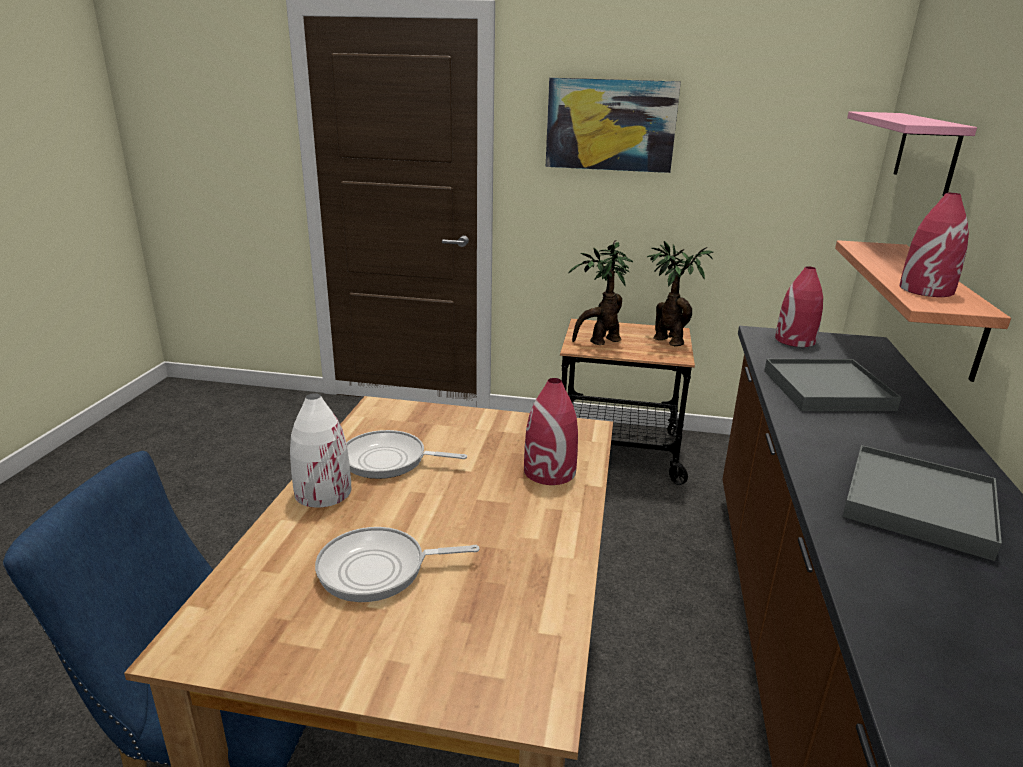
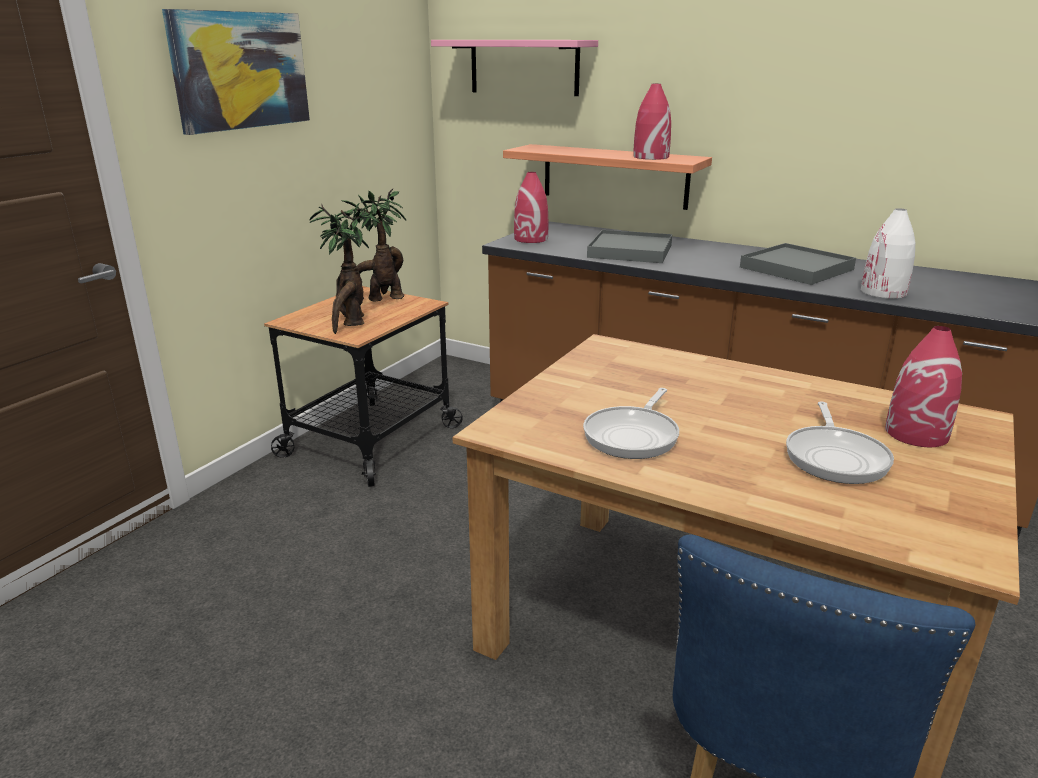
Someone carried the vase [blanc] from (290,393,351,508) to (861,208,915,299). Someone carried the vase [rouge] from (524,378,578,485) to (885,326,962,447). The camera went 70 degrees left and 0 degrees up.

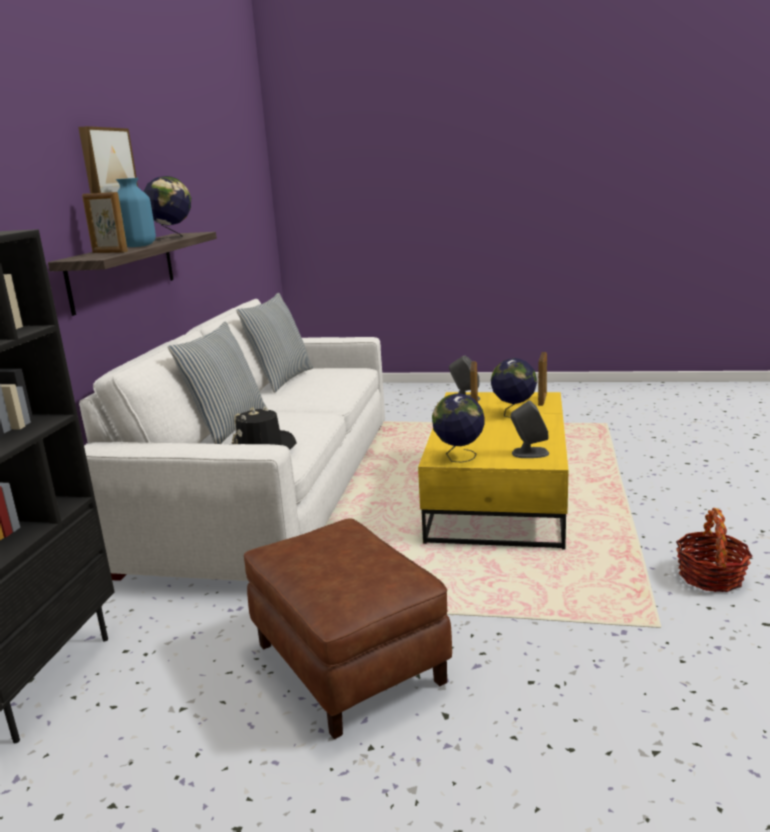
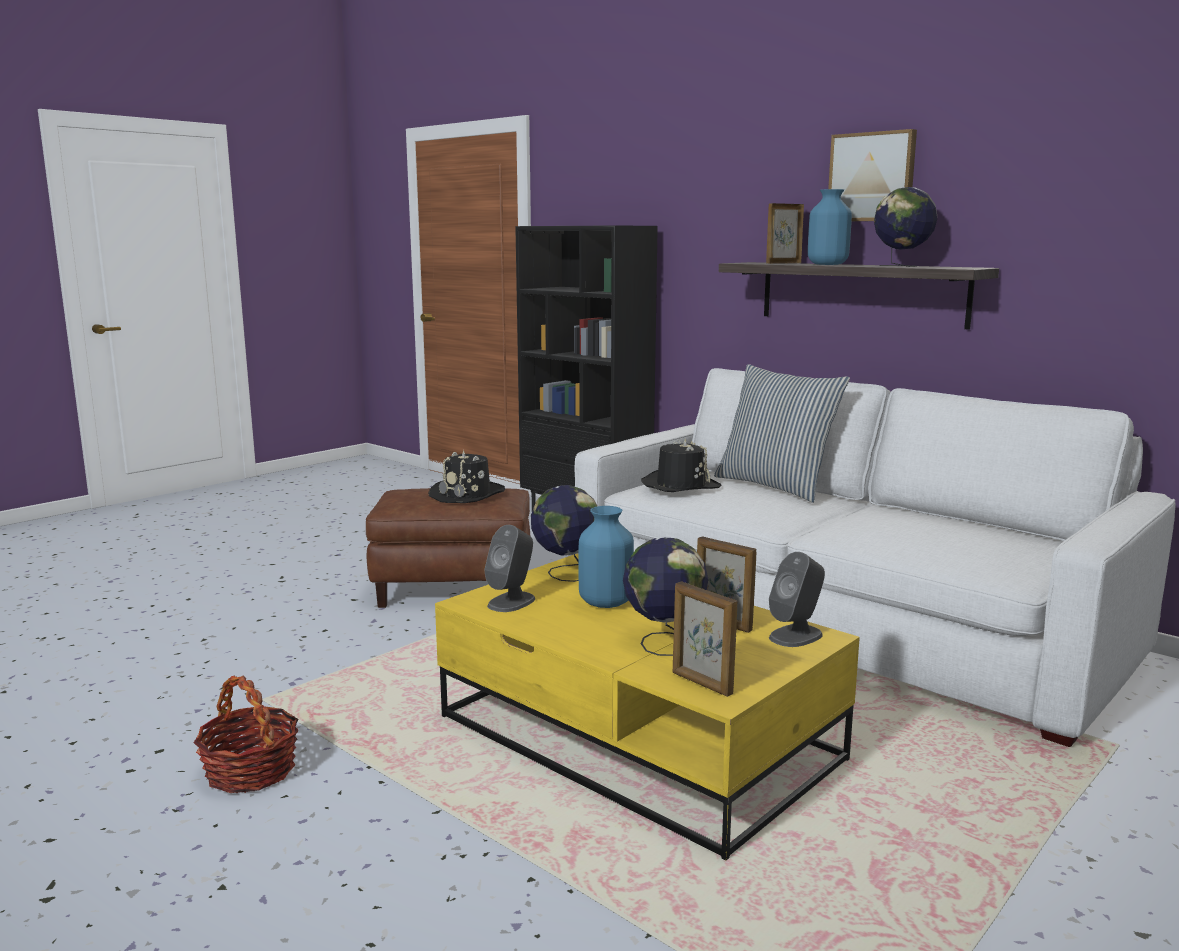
Someone put down the chapeau [noir] at (428,450,505,503). Someone put down the vase [bleu] at (579,506,634,608). Someone took away the coussin at (236,293,313,393). The camera went 120 degrees right and 5 degrees down.

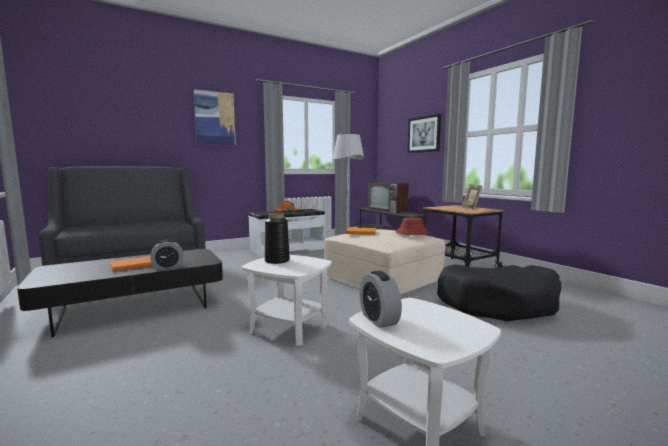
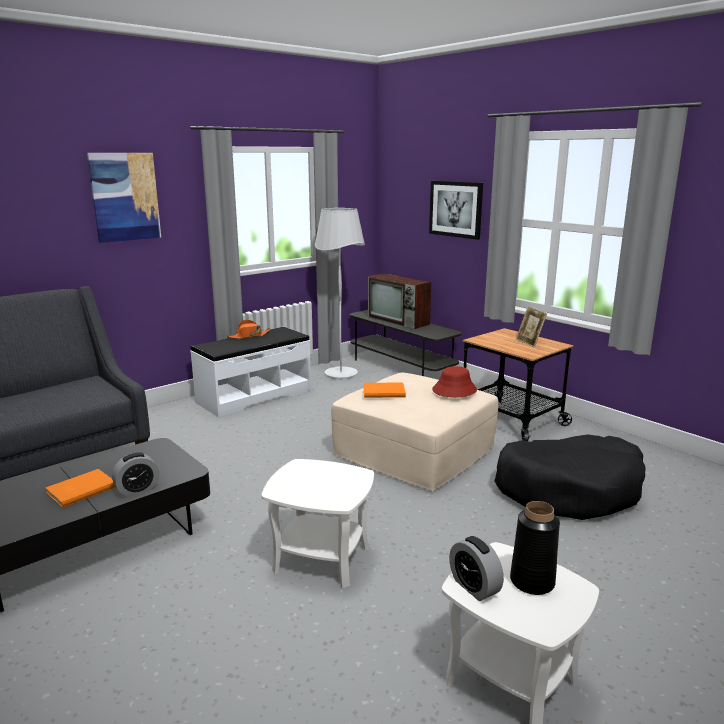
Someone carried the vase [noir] from (265,213,290,264) to (510,501,560,595). The camera went 10 degrees left and 10 degrees up.

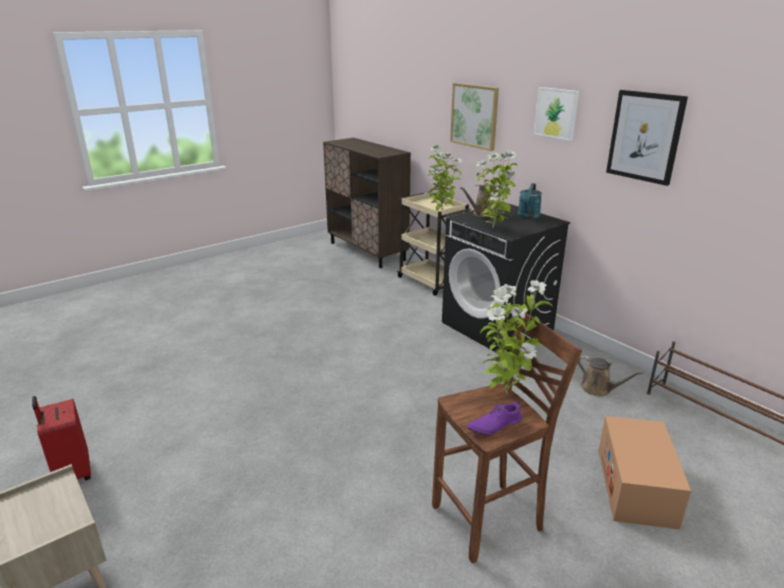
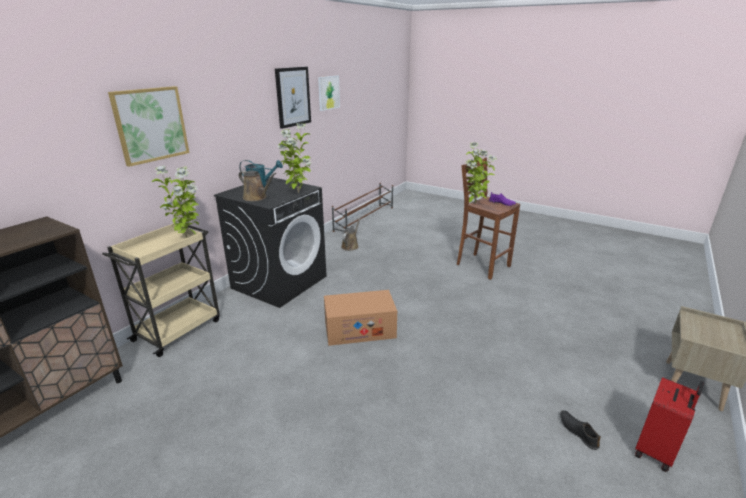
Someone carried the tableau from (534,87,579,141) to (318,75,340,111). Someone carried the carton from (598,416,691,530) to (324,290,397,346). Someone put down the chaussure [noir] at (560,410,601,450). The camera went 110 degrees left and 0 degrees up.

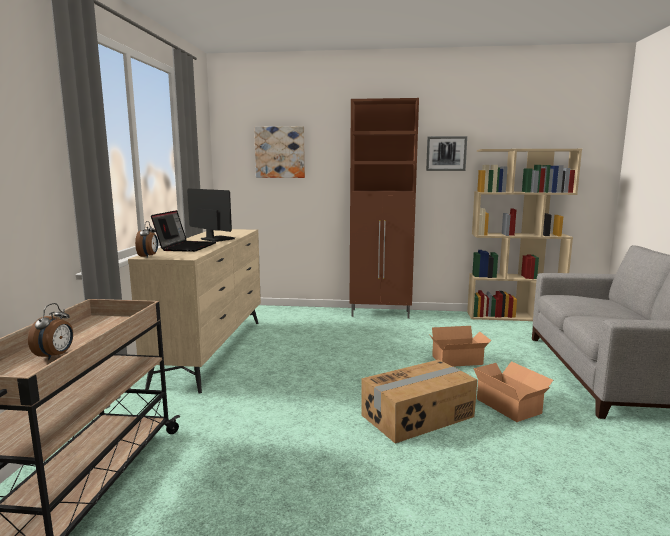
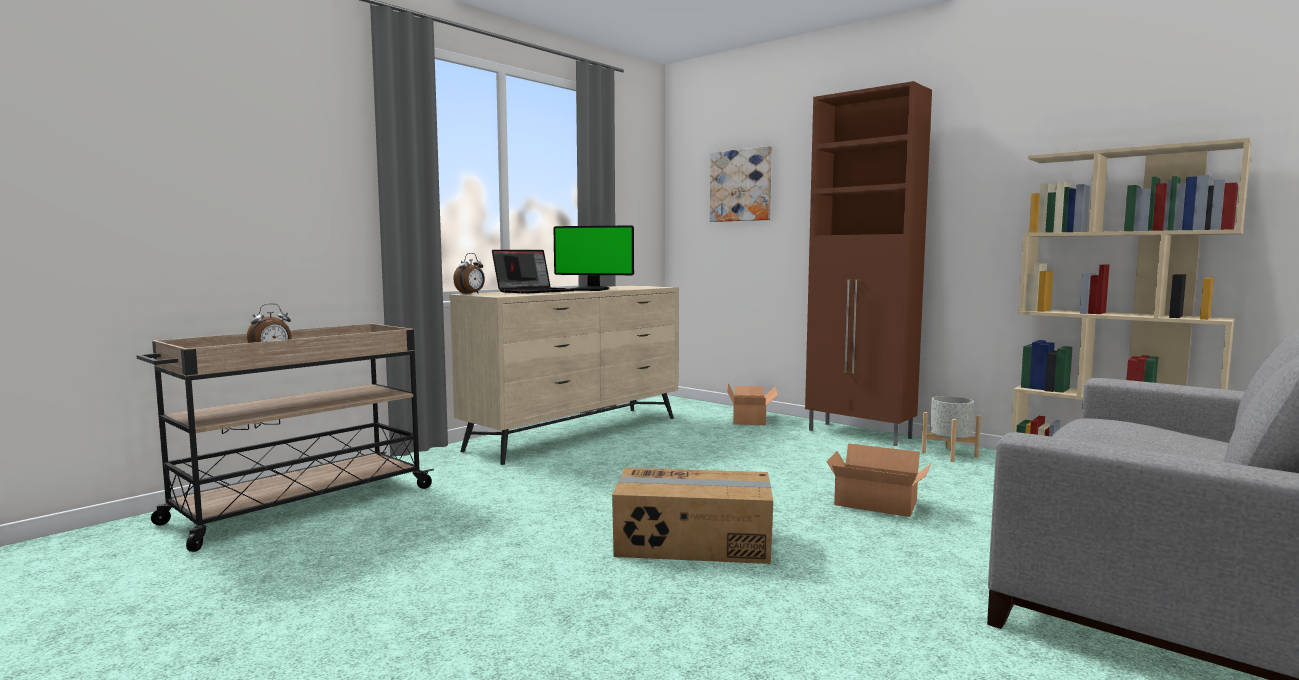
Someone rotated the écran d'ordinateur at (187,189,235,242) by 120 degrees clockwise. Someone carried the carton from (473,361,553,422) to (727,383,778,425). Someone put down the cache-pot [gris] at (921,396,981,462). Someone took away the tableau at (426,136,467,171). The camera went 35 degrees right and 5 degrees down.

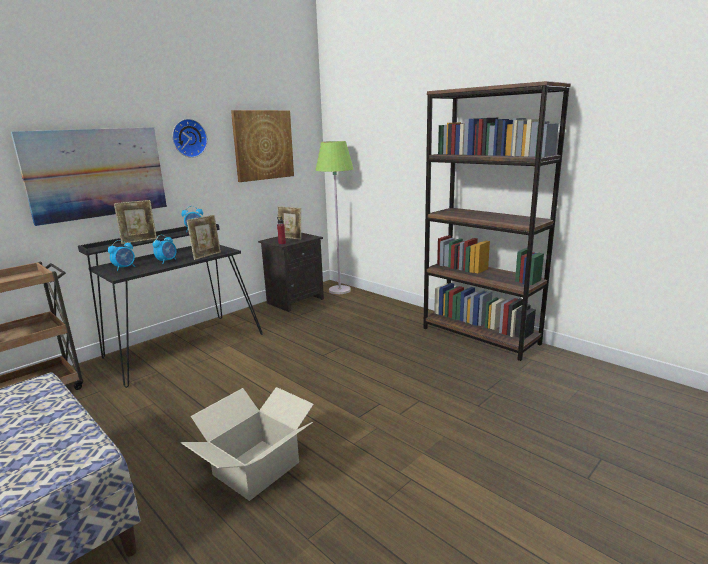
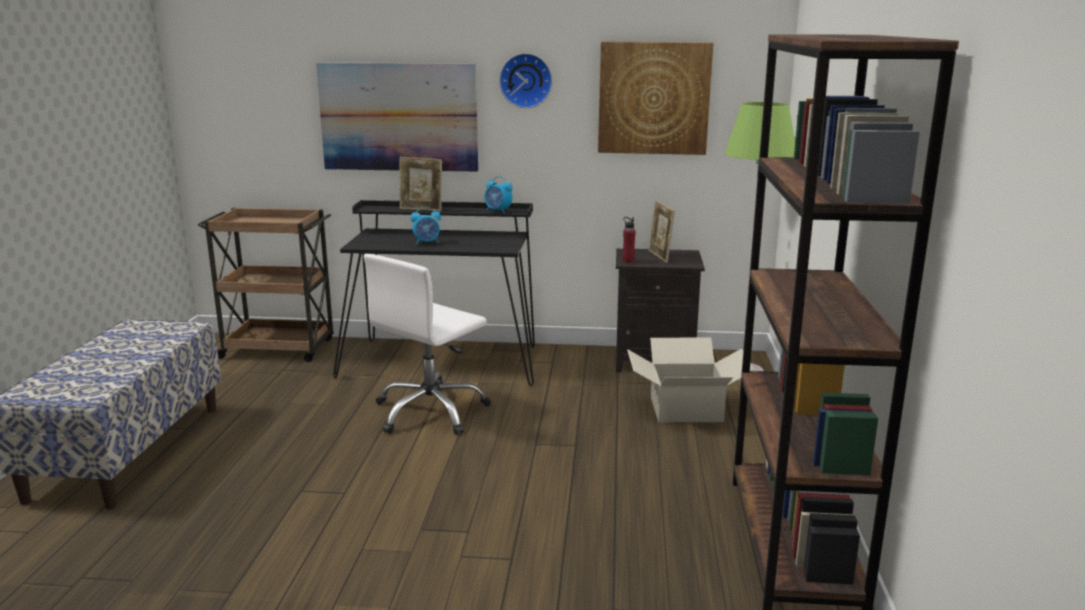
Someone put down the chaise de bureau [blanc] at (364,254,491,435). Someone carried the carton from (181,387,314,501) to (627,337,755,422). Someone took away the réveil at (108,240,135,271). Someone took away the cadre photo at (187,215,221,260). The camera went 50 degrees right and 0 degrees up.

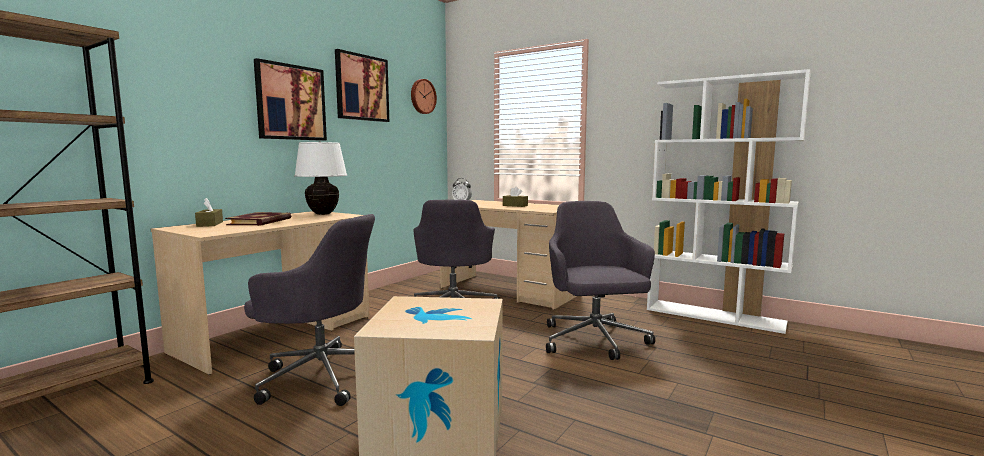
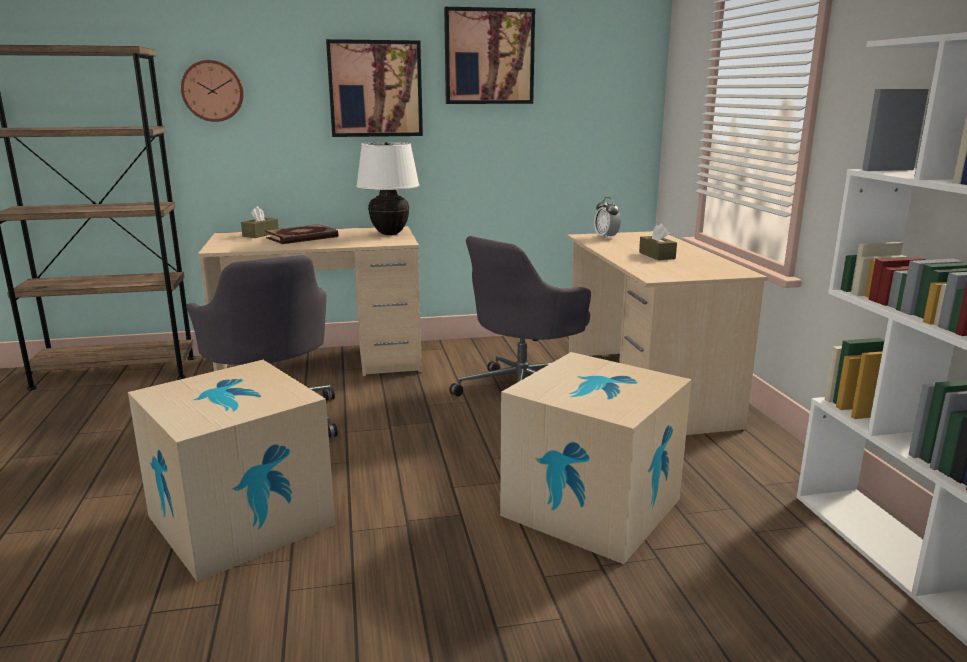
Someone carried the horloge murale from (411,79,437,114) to (181,60,244,122). Someone swapped the chaise de bureau [gris] at (546,201,655,360) for the carton at (500,352,691,564). The camera went 45 degrees right and 10 degrees up.

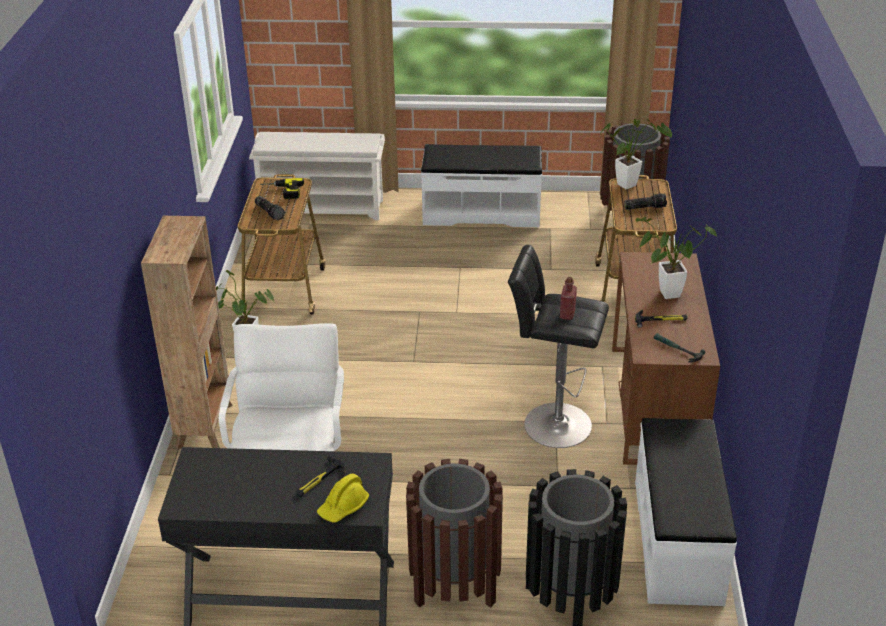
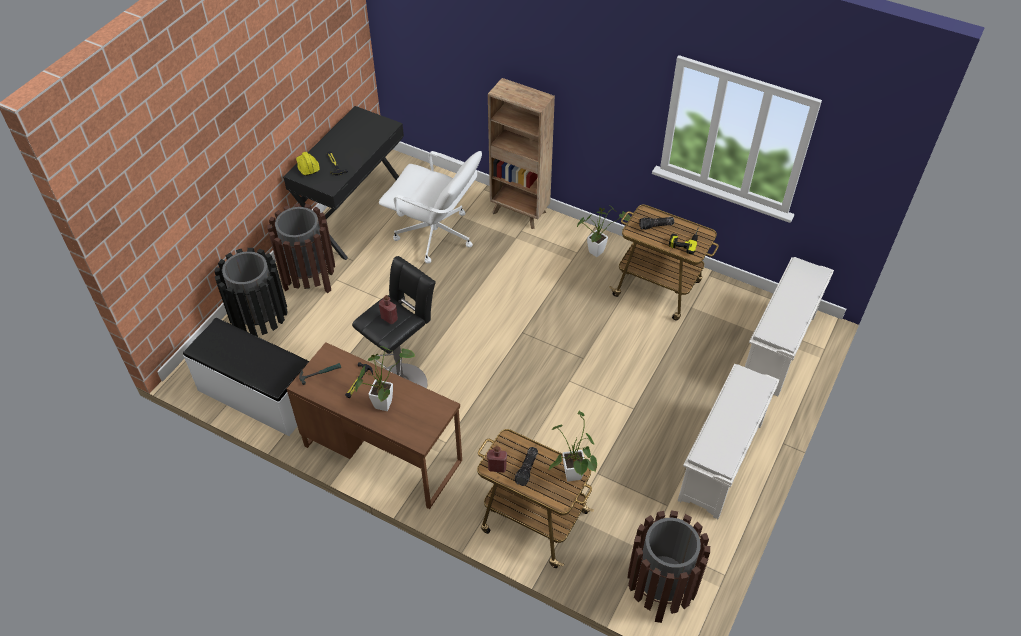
Someone put down the bouteille [rouge] at (487,446,507,473). Someone swapped the banc [blanc] at (421,144,542,228) for the étagère à chaussures [blanc] at (678,364,780,519). The camera went 115 degrees right and 15 degrees up.

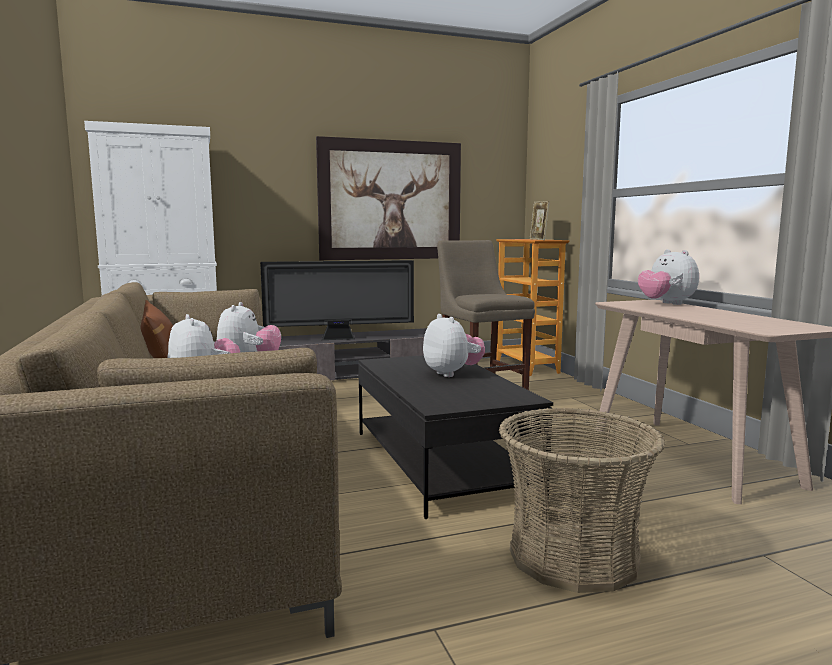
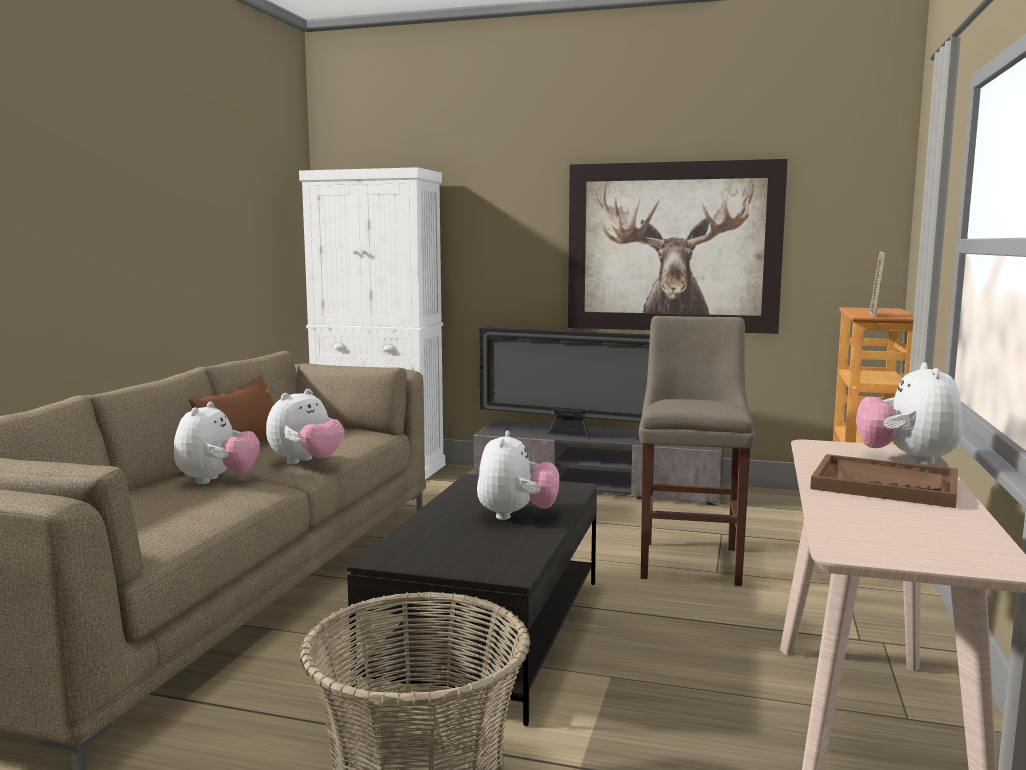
Someone put down the plateau [marron] at (810,454,958,508). The camera went 35 degrees right and 0 degrees up.

